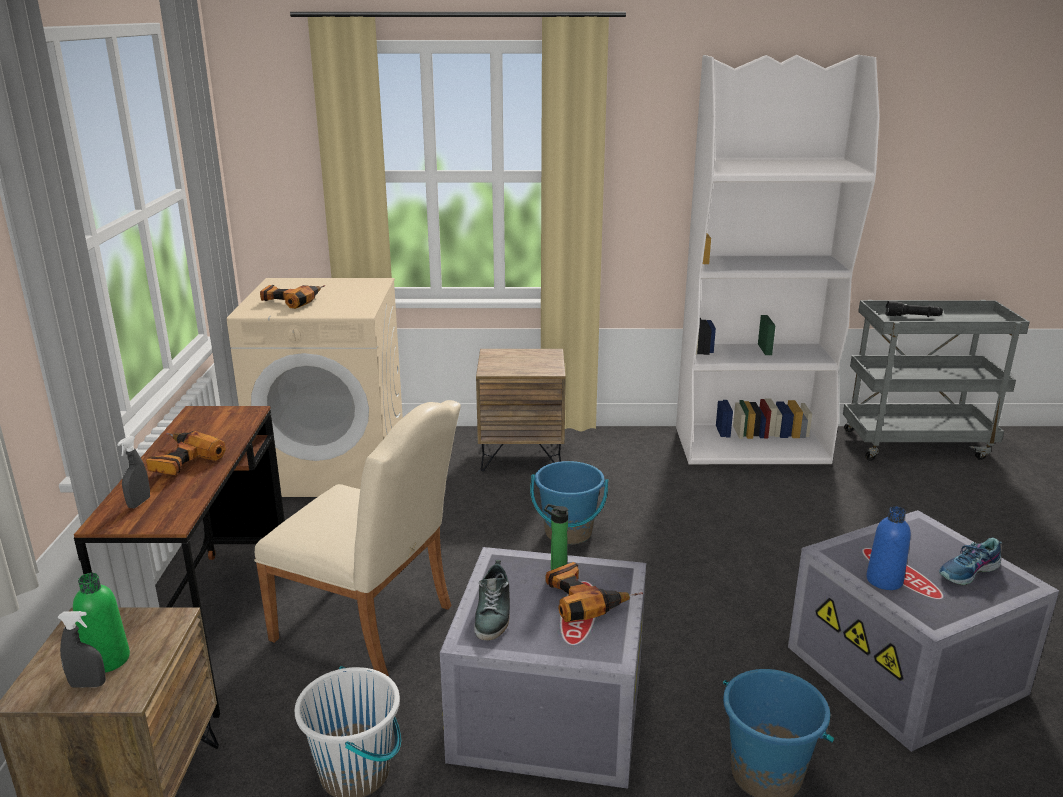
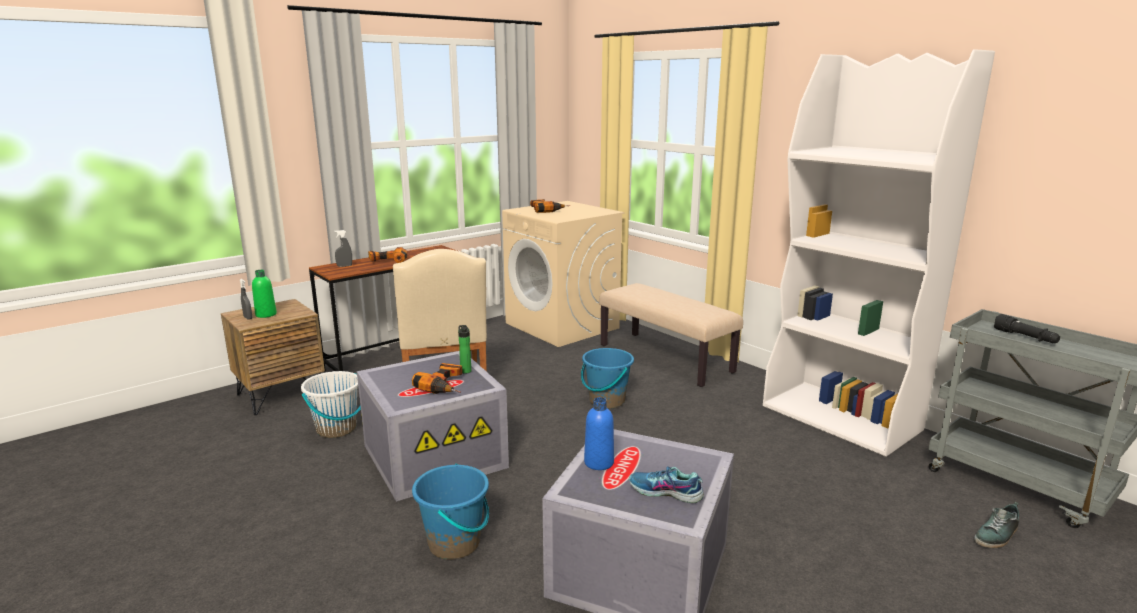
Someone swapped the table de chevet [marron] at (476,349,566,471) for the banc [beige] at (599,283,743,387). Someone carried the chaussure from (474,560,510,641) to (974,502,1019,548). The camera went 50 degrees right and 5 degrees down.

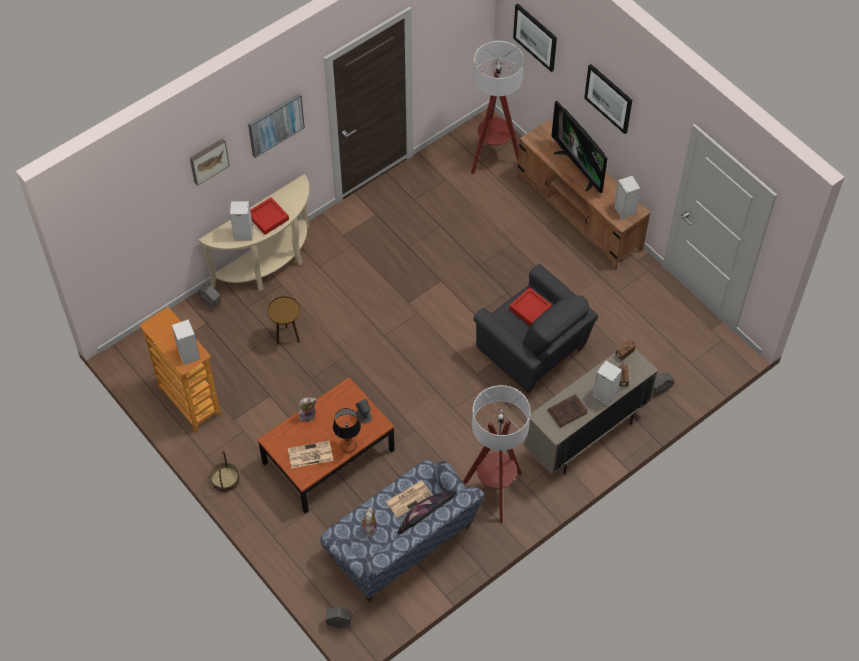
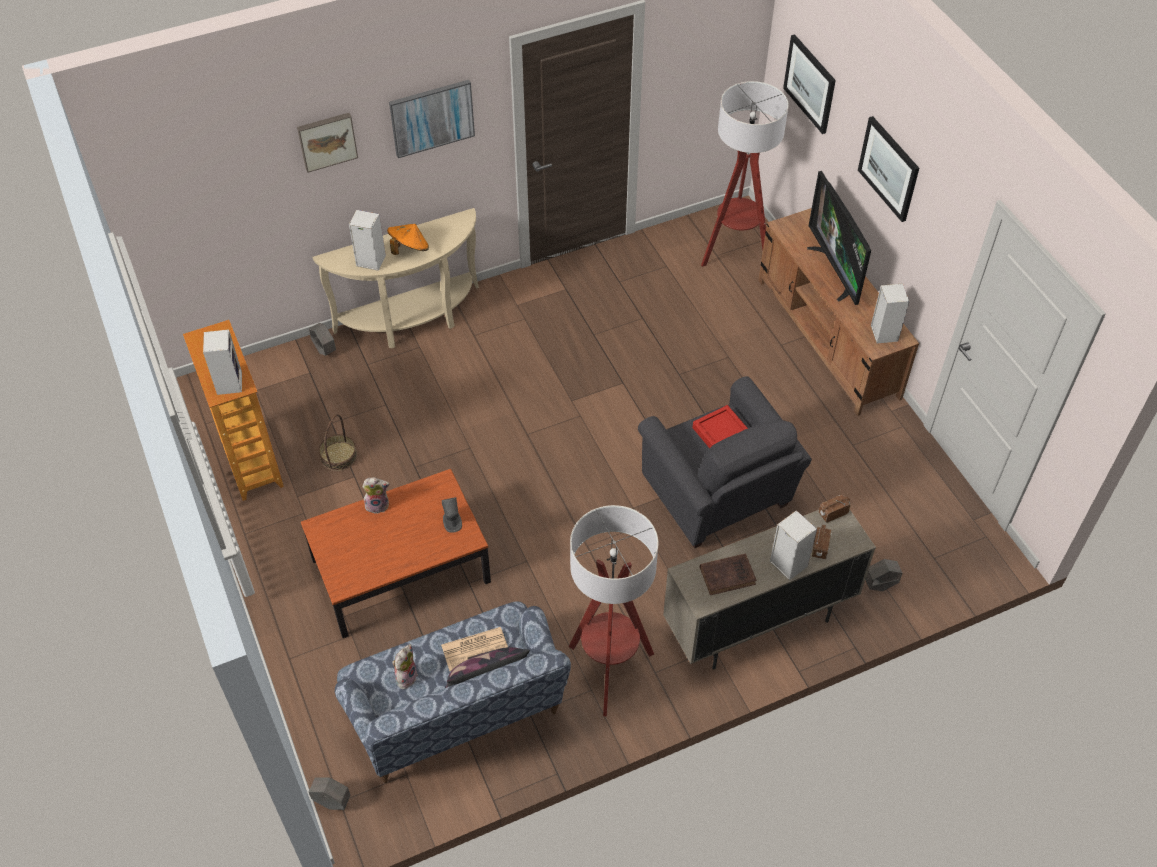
Someone carried the panier from (210,451,240,493) to (319,414,357,471). Someone swapped the plateau [rouge] at (250,197,289,235) for the chapeau [orange] at (387,224,429,255). Someone took away the table d'appoint [marron] at (268,296,300,345). Someone took away the journal at (288,441,333,468). Someone took away the lampe de table at (333,408,361,453). The camera went 15 degrees right and 5 degrees down.

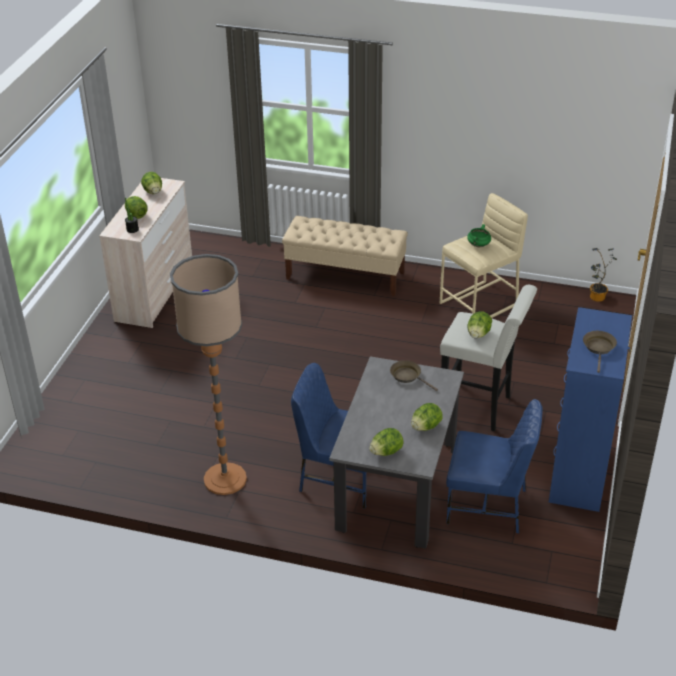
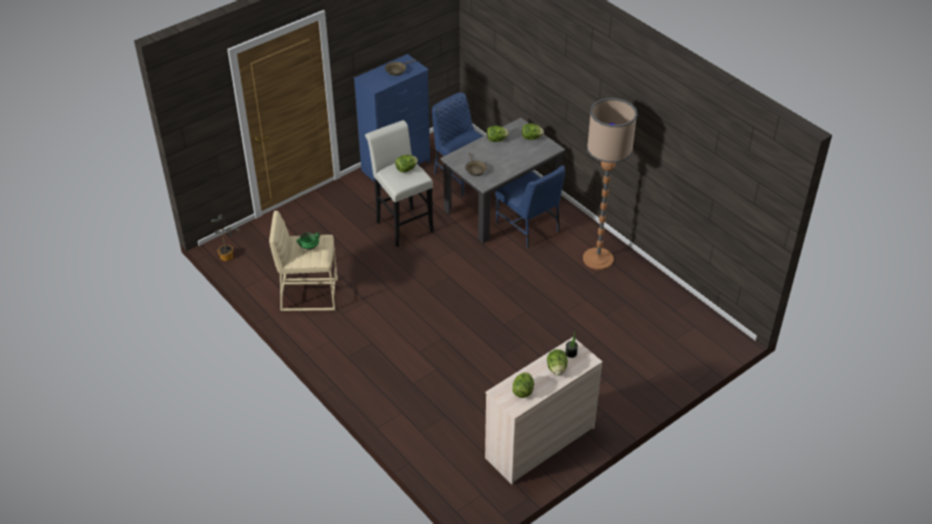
Someone took away the banc [beige] at (282,216,408,296). The camera went 145 degrees left and 5 degrees up.

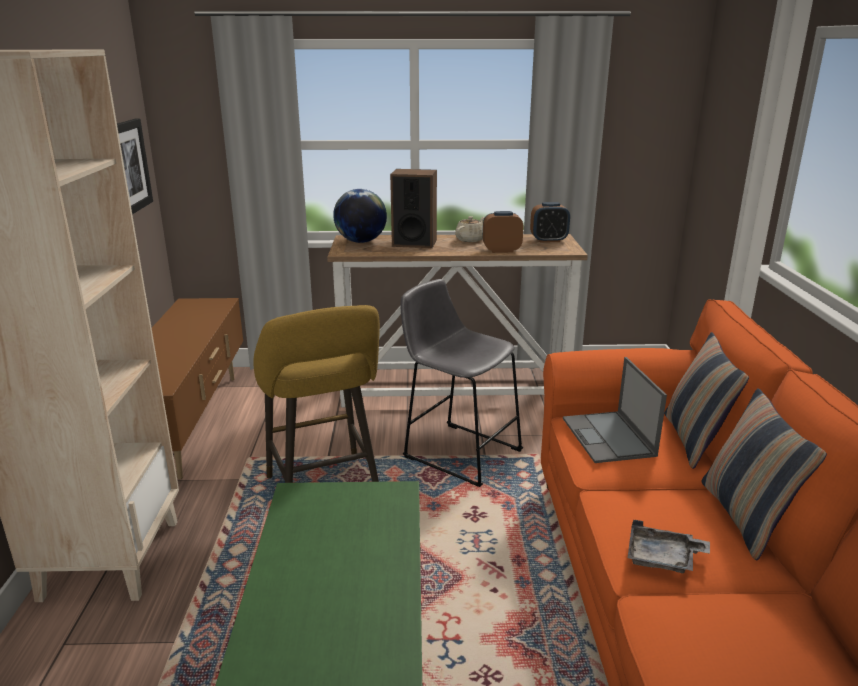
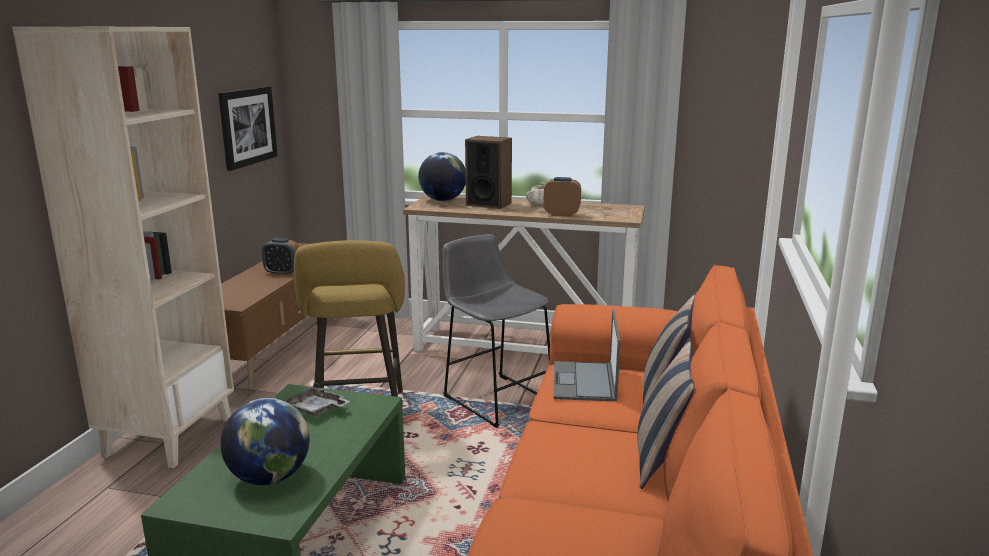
Someone put down the globe at (221,398,310,485). Someone carried the réveil from (530,202,570,243) to (262,238,299,276). Someone carried the plateau [gris] from (628,519,710,573) to (284,383,350,417). The camera went 15 degrees right and 5 degrees down.

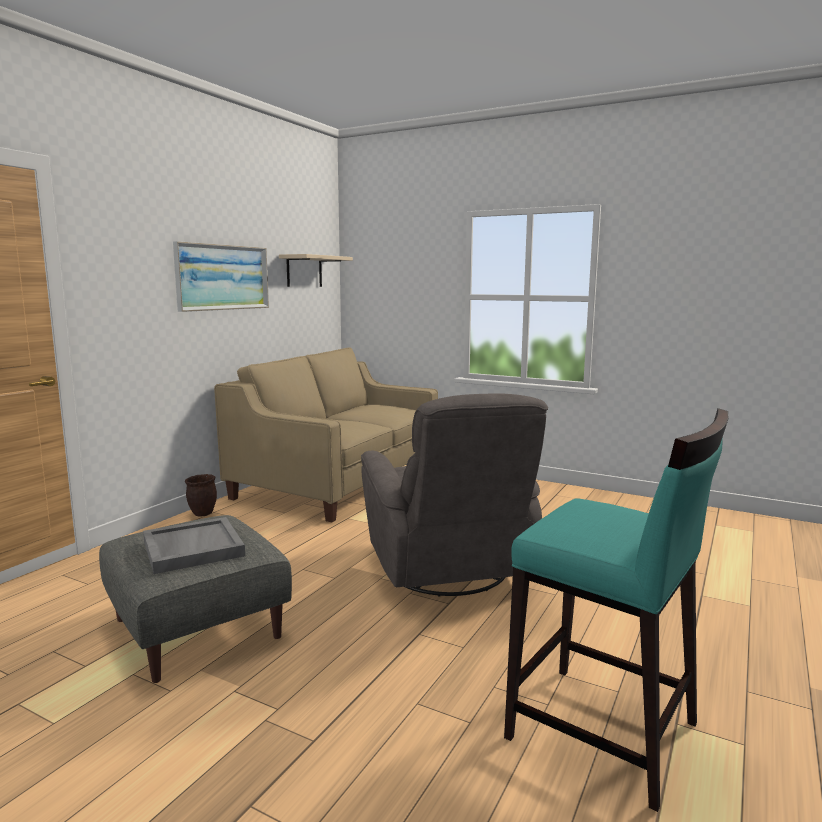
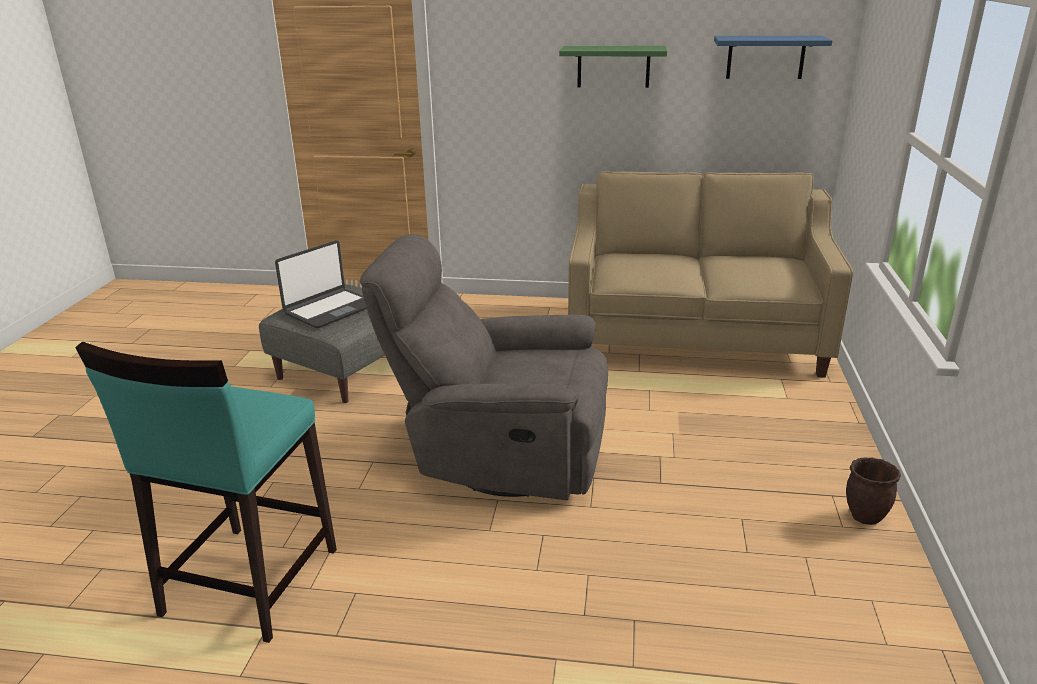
Someone swapped the plateau [gris] at (143,517,245,574) for the ordinateur portable at (275,240,367,328). Someone rotated the fauteuil [gris] at (361,393,548,597) by 45 degrees clockwise. Someone swapped the tableau at (173,241,269,312) for the étagère [vert] at (559,46,667,88). Someone repainted the étagère [beige] at (279,254,353,287), which became the étagère [bleu] at (714,36,832,79). Someone carried the cache-pot [marron] from (185,474,217,517) to (846,458,901,525). The camera went 70 degrees right and 15 degrees up.

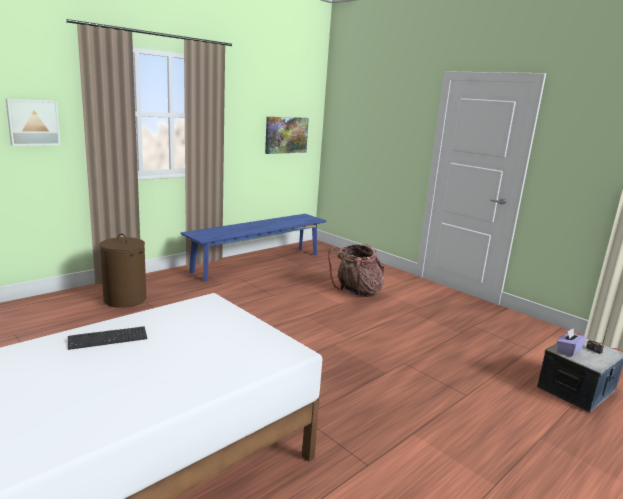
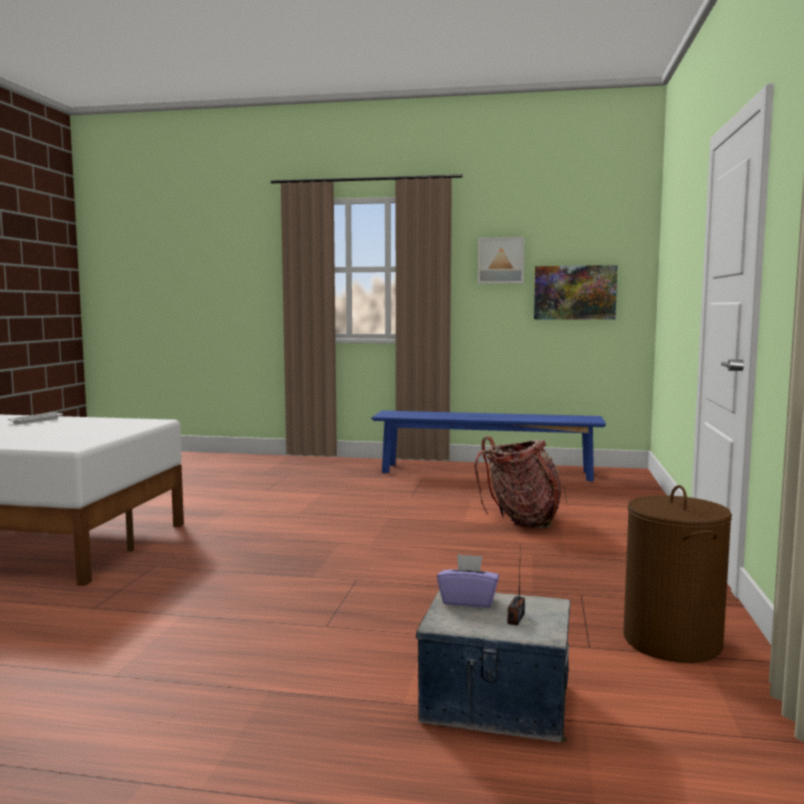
Someone swapped the clavier at (68,326,147,350) for the plateau [blanc] at (8,412,63,424). Someone carried the tableau from (6,99,61,146) to (478,237,524,283). Someone carried the panier à linge [marron] from (99,233,146,308) to (623,485,732,663). The camera went 55 degrees right and 10 degrees down.

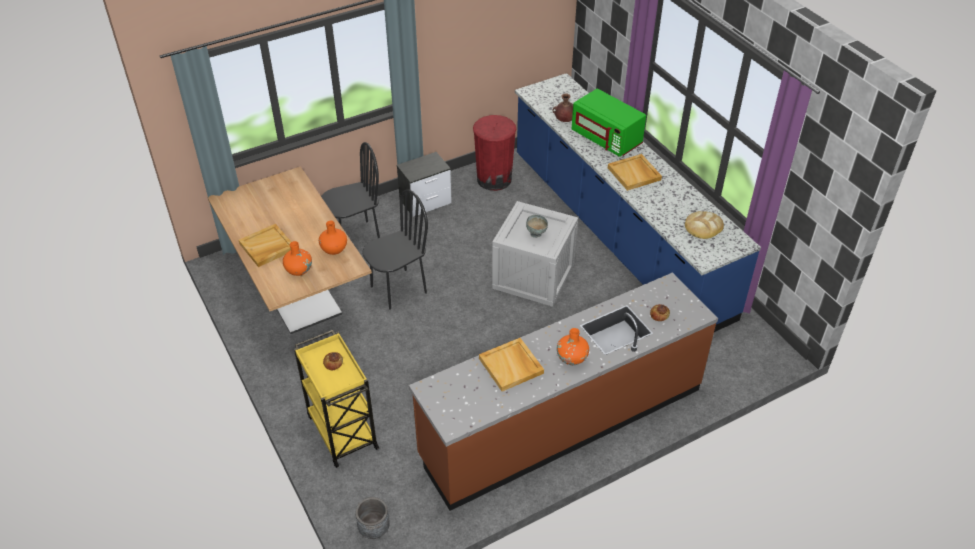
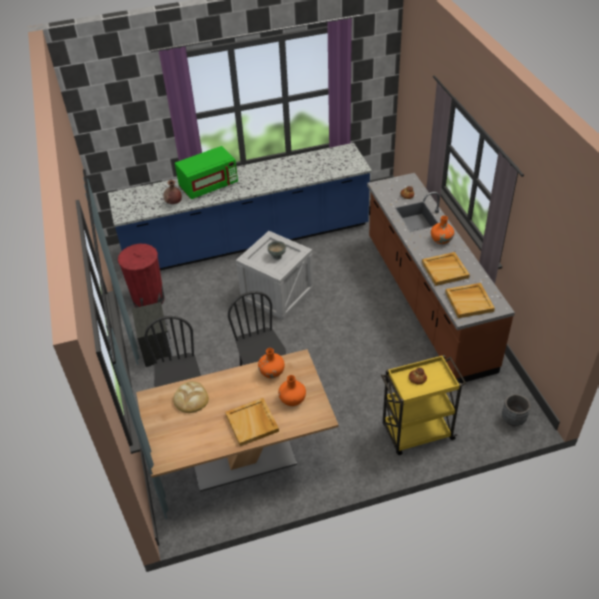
Someone carried the pain from (685,211,724,239) to (173,381,209,413). Someone carried the plateau [beige] from (608,154,662,191) to (445,283,495,318). The camera went 75 degrees left and 0 degrees up.

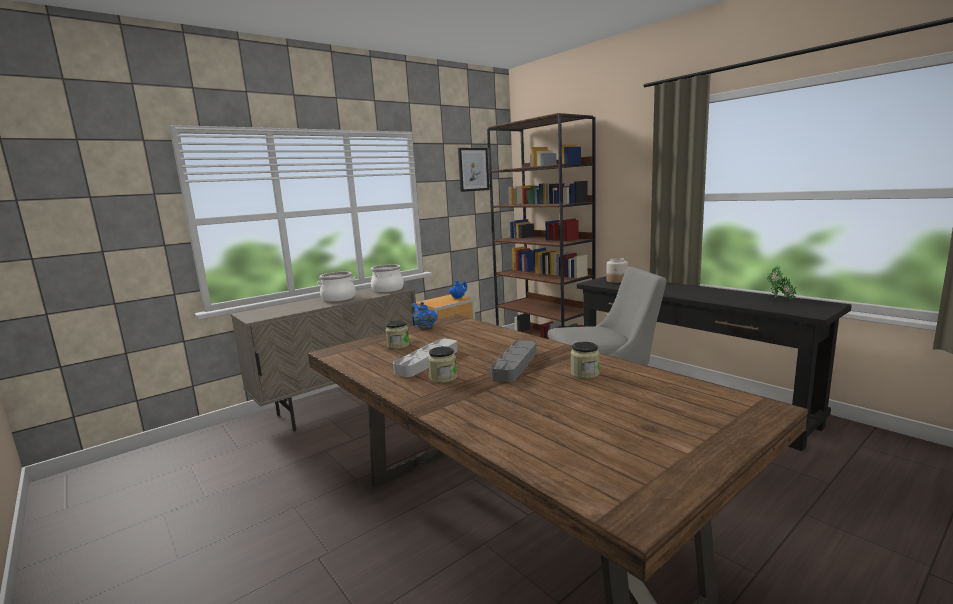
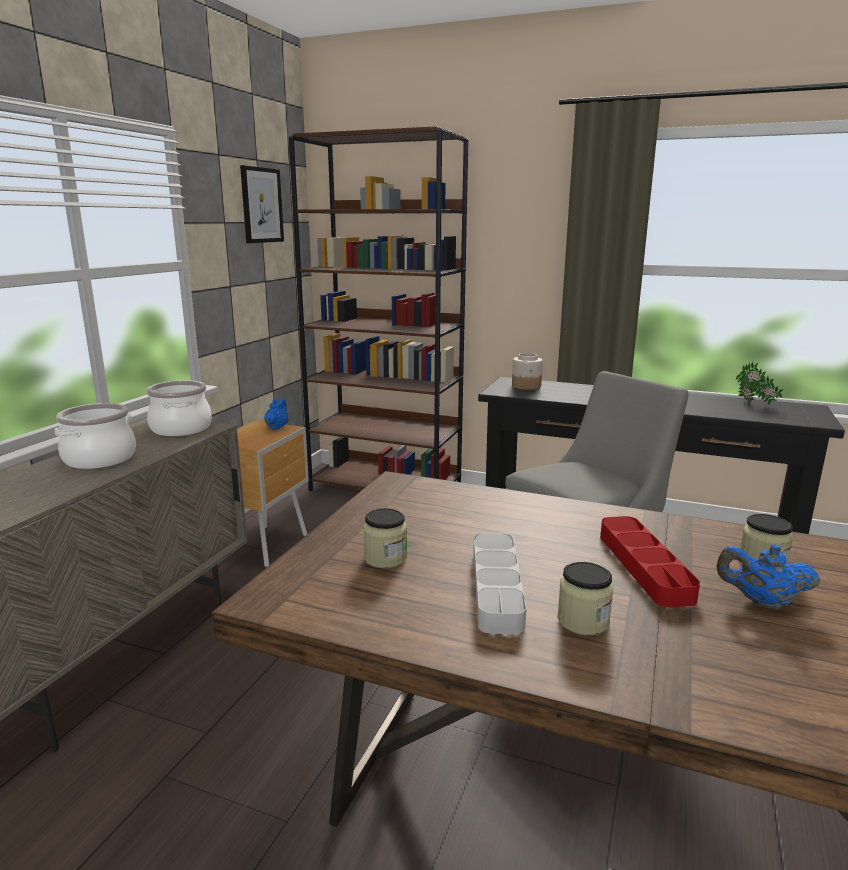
Someone repainted the plateau [gris] at (491,340,537,382), which became the plateau [rouge] at (600,516,700,607). Someone carried the théière [bleu] from (411,302,438,329) to (716,544,820,609). The camera went 30 degrees left and 5 degrees up.

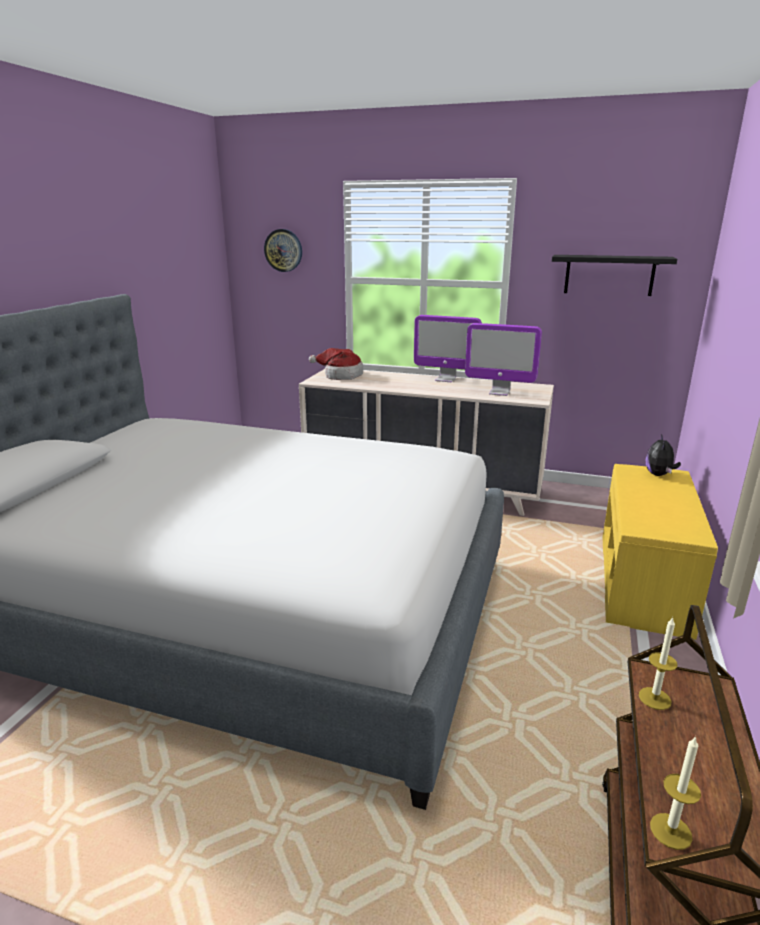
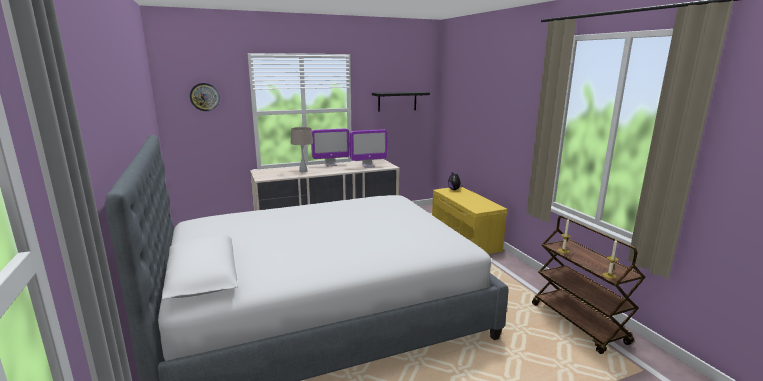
Someone put down the lampe de table [beige] at (291,127,313,172). Someone took away the chapeau at (309,348,363,380). The camera went 40 degrees left and 5 degrees down.

